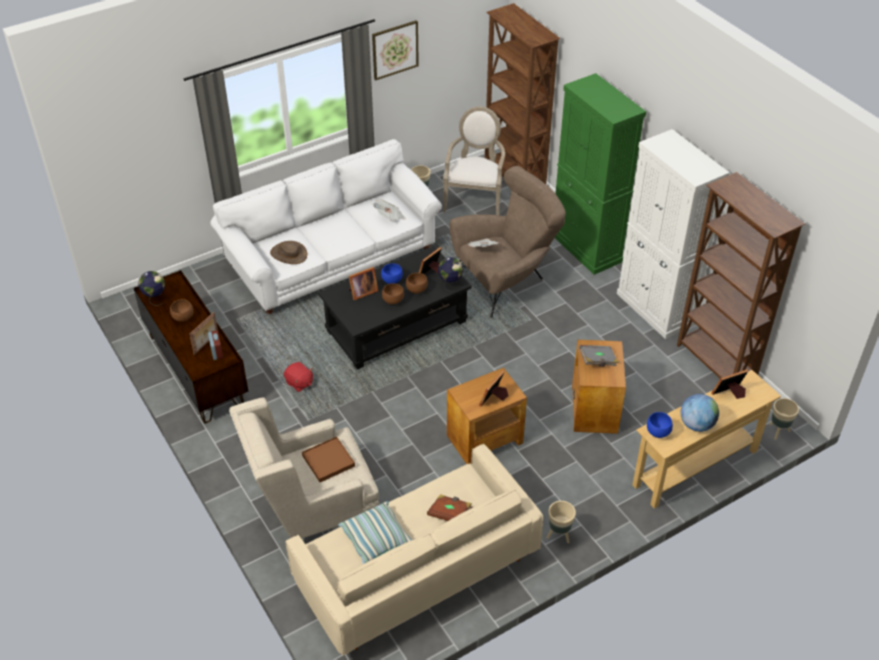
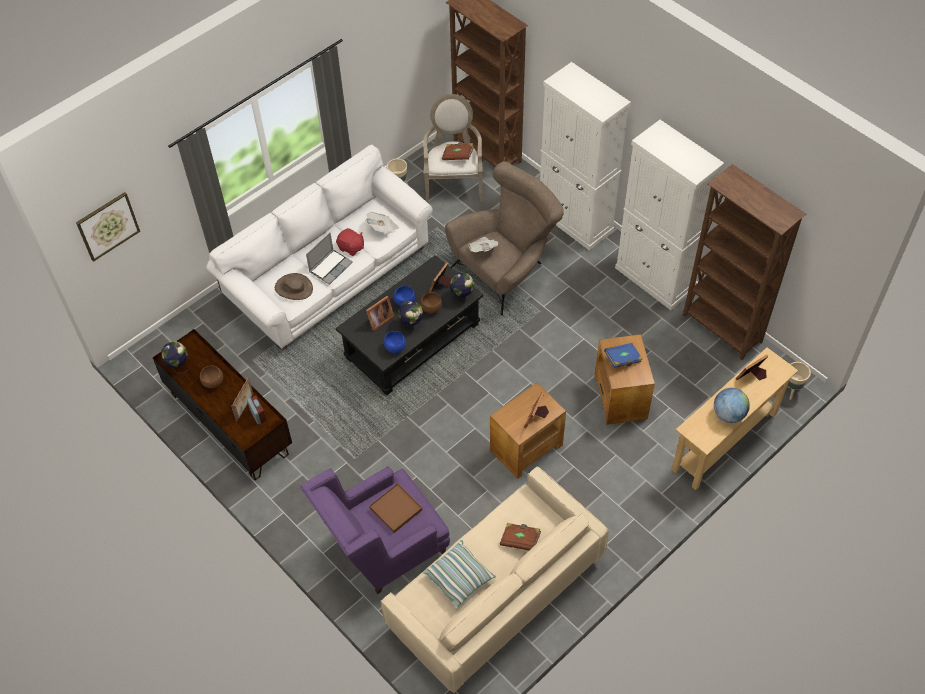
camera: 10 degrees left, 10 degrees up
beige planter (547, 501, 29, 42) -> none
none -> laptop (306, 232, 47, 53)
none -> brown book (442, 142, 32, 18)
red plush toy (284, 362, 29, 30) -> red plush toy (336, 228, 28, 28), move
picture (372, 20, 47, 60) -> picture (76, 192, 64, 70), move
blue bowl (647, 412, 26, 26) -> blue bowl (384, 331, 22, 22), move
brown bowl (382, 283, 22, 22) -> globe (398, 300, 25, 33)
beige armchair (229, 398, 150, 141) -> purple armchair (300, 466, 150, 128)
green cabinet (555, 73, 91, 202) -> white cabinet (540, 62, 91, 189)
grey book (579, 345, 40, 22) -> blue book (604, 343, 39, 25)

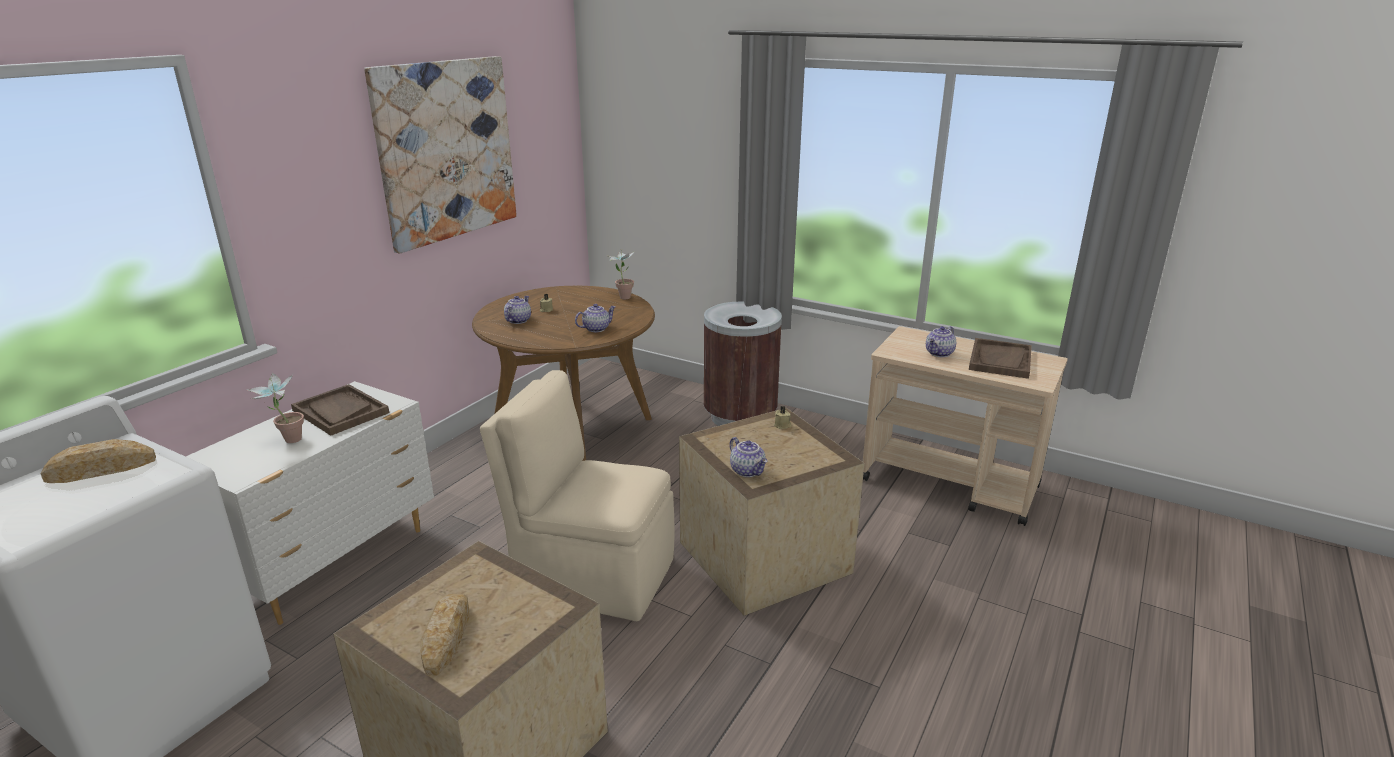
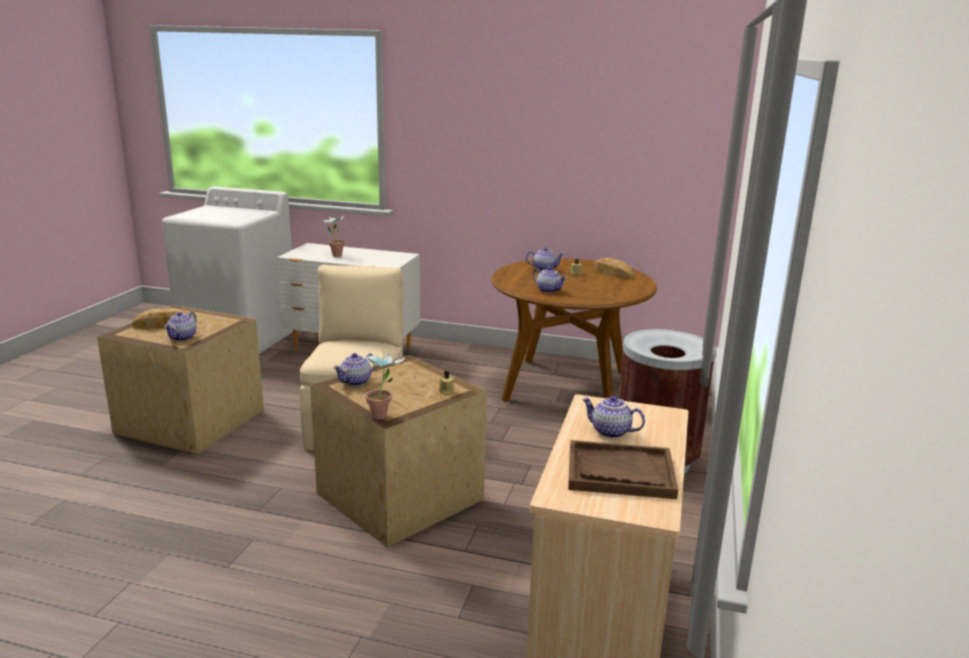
camera: 75 degrees right, 5 degrees down
brown tray (291, 384, 98, 52) -> none
picture (364, 56, 153, 198) -> none
none -> teapot (164, 311, 33, 30)
bread (41, 439, 115, 44) -> bread (594, 258, 40, 21), move
potted plant (607, 250, 29, 49) -> potted plant (365, 351, 40, 69), move

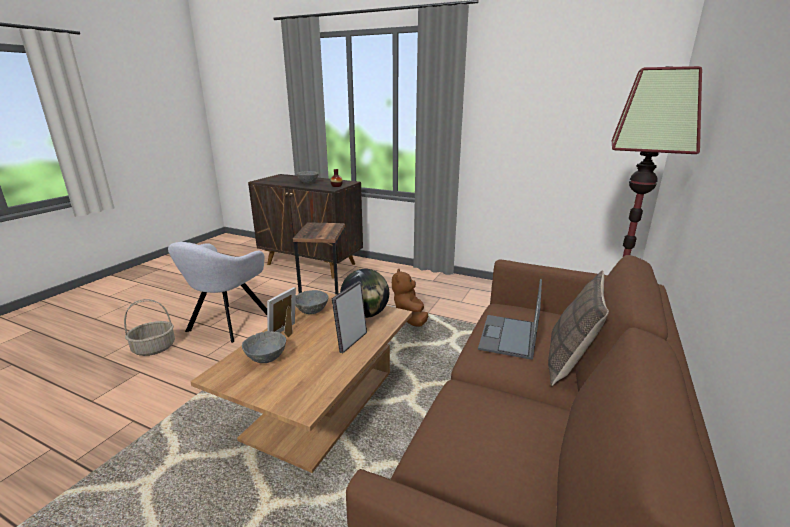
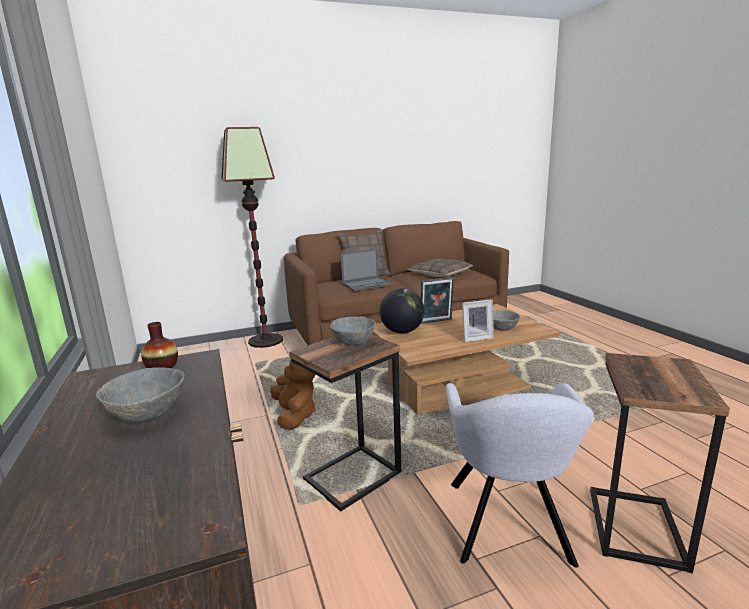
camera: 135 degrees left, 5 degrees down
none -> pillow (407, 259, 66, 18)
grey bowl (295, 290, 34, 24) -> grey bowl (330, 316, 46, 30), move
basket (124, 299, 51, 57) -> side table (590, 353, 140, 220)
grey armchair (168, 242, 99, 101) -> grey armchair (446, 383, 148, 185), 120 degrees clockwise
brown plush toy (392, 269, 36, 58) -> brown plush toy (271, 359, 45, 71), 60 degrees counterclockwise

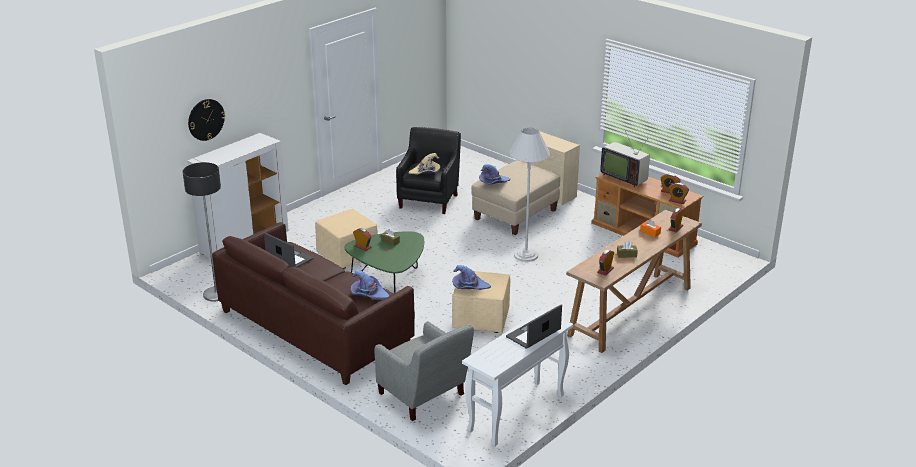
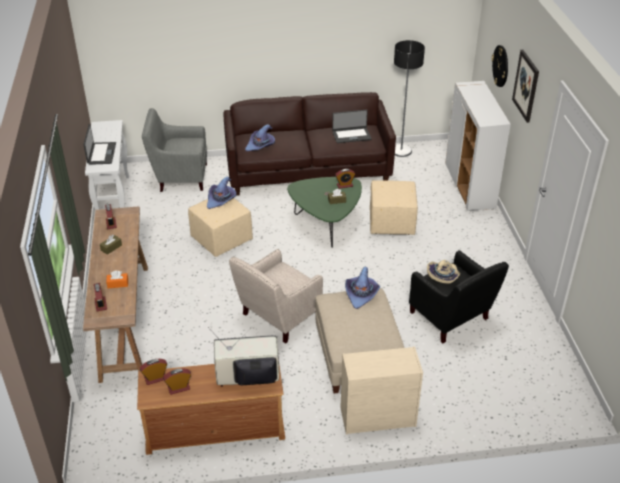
camera: 130 degrees right, 10 degrees up
none -> picture (512, 50, 27, 73)
white floor lamp (509, 128, 41, 134) -> beige armchair (229, 249, 94, 95)

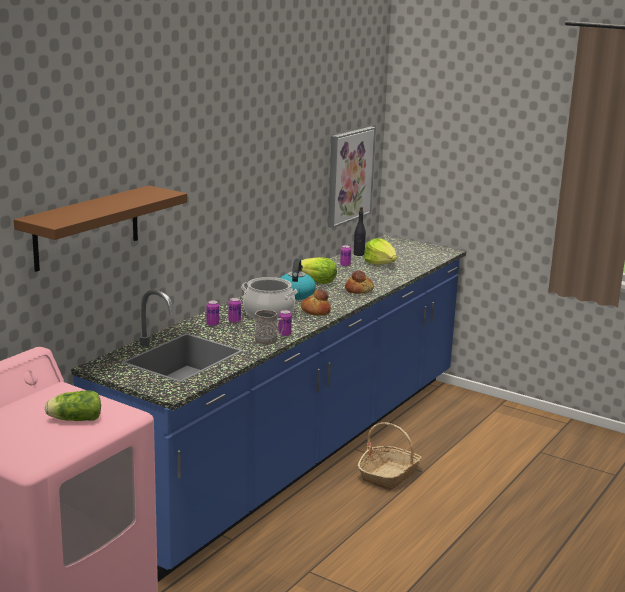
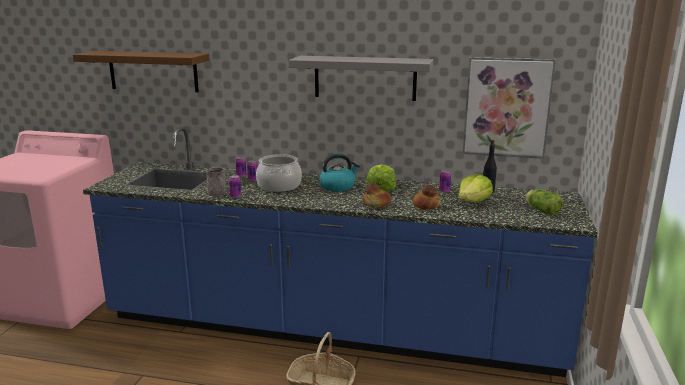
camera: 70 degrees right, 0 degrees up
none -> grey shelf (288, 56, 146, 45)
lettuce (45, 390, 56, 31) -> lettuce (525, 190, 38, 26), move
bread (301, 290, 30, 26) -> bread (413, 185, 28, 25), move

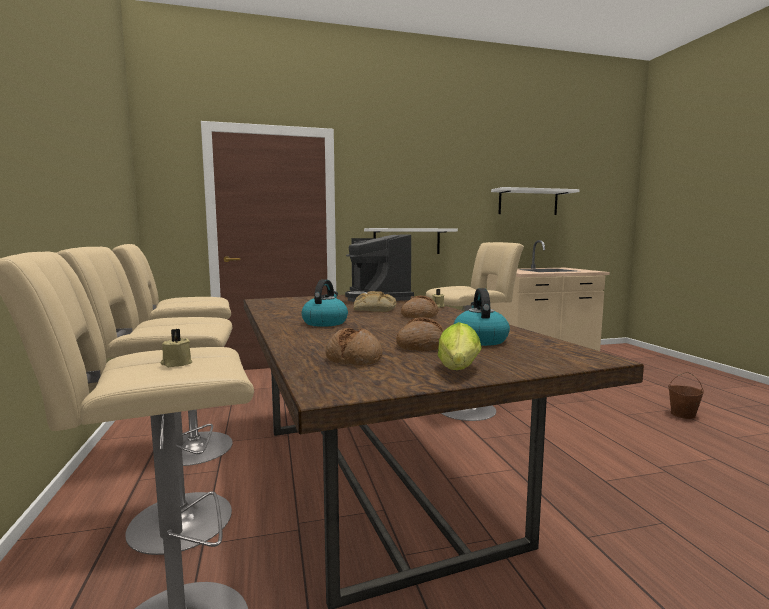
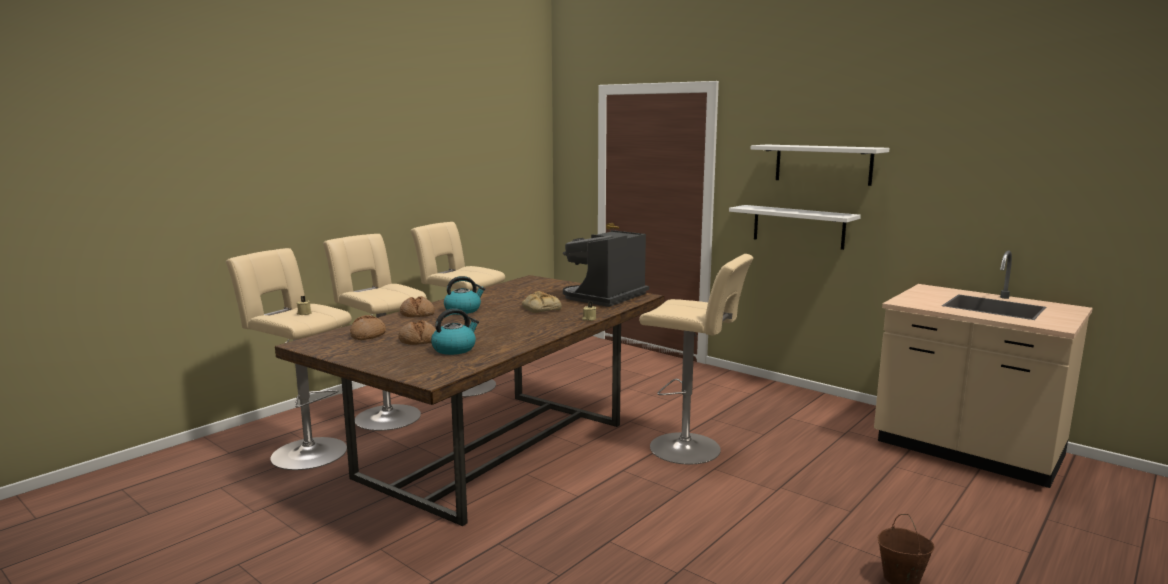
camera: 55 degrees right, 5 degrees up
lettuce (438, 322, 44, 48) -> none
bread (401, 295, 37, 23) -> bread (400, 296, 35, 21), move
white shelf (491, 187, 89, 28) -> white shelf (751, 145, 138, 41), move

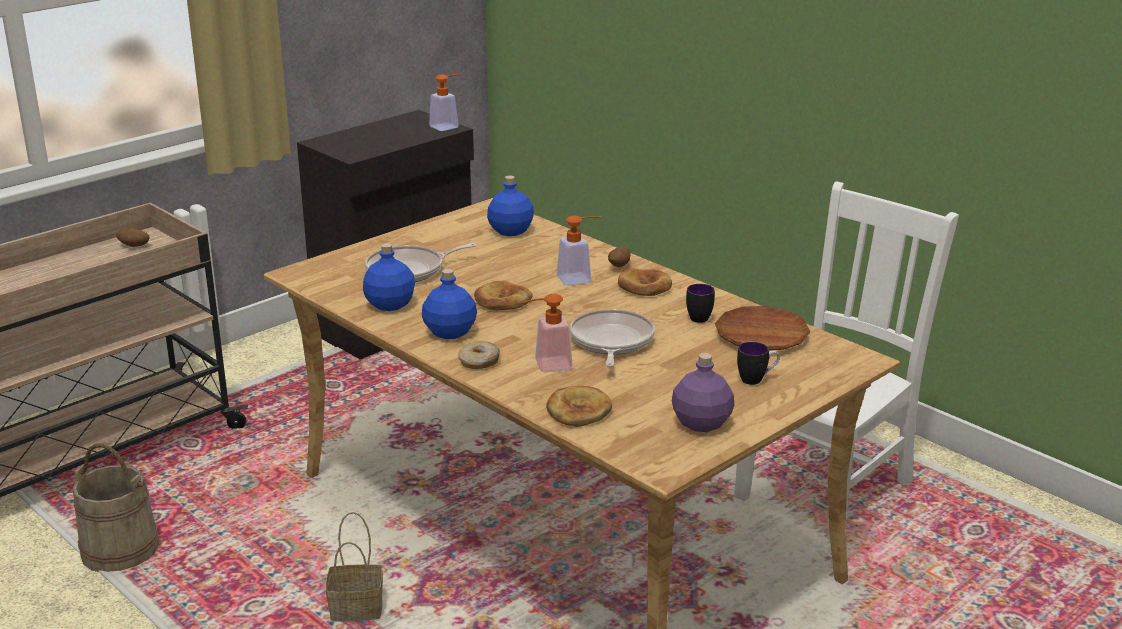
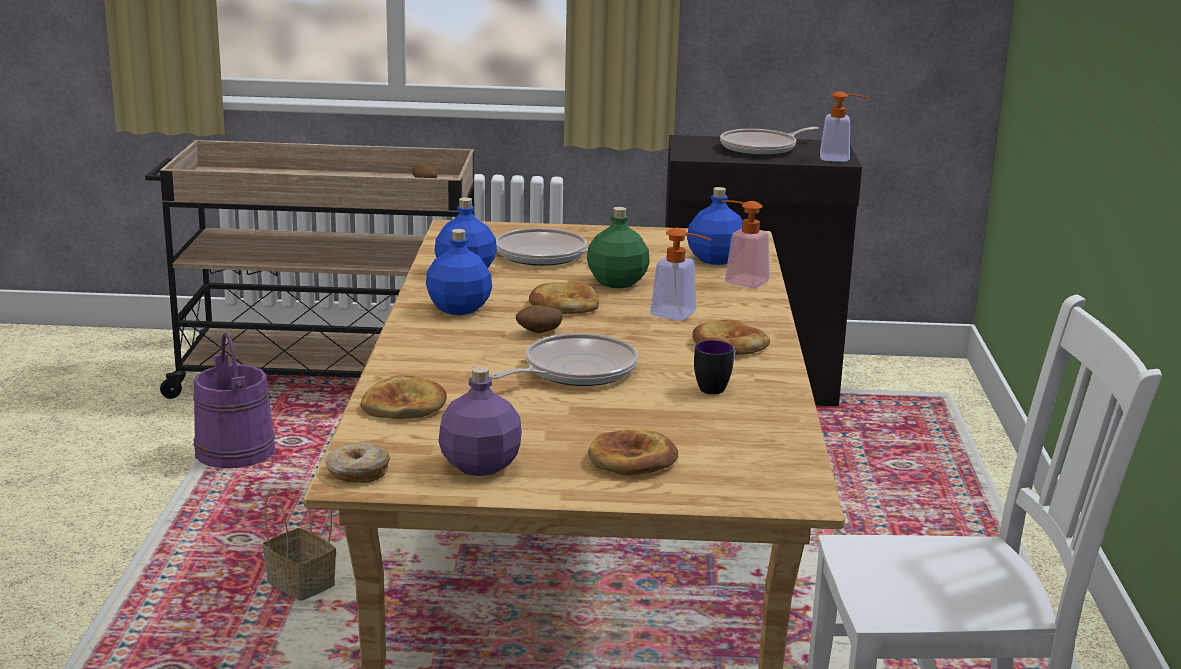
camera: 45 degrees right, 5 degrees down
brown plate (715, 306, 95, 44) -> none
none -> green bottle (587, 207, 63, 81)
none -> frying pan (720, 127, 99, 29)
donut (459, 341, 41, 28) -> donut (326, 443, 64, 40), move
soap dispenser (522, 294, 51, 78) -> soap dispenser (721, 200, 49, 89), move
potato (608, 246, 22, 21) -> potato (516, 305, 47, 28), move
mug (737, 342, 43, 43) -> bread (588, 429, 90, 47)
beige bucket (72, 443, 87, 129) -> purple bucket (193, 332, 82, 136)

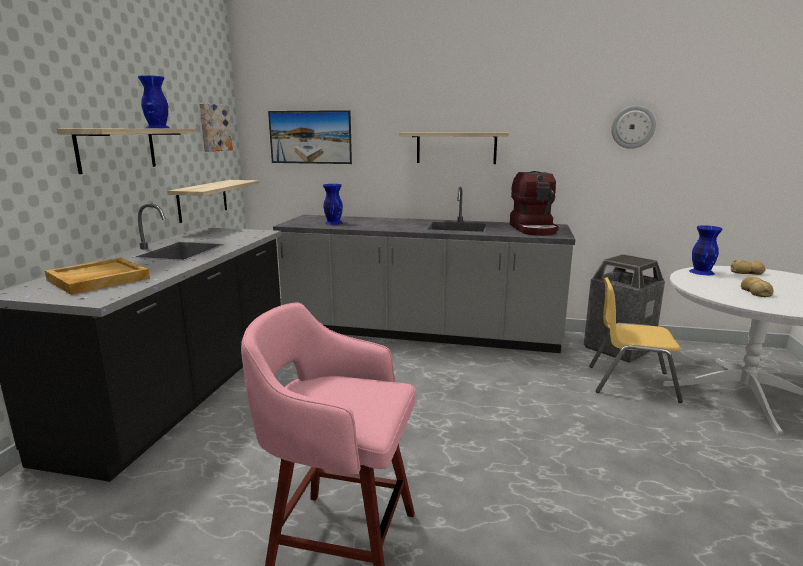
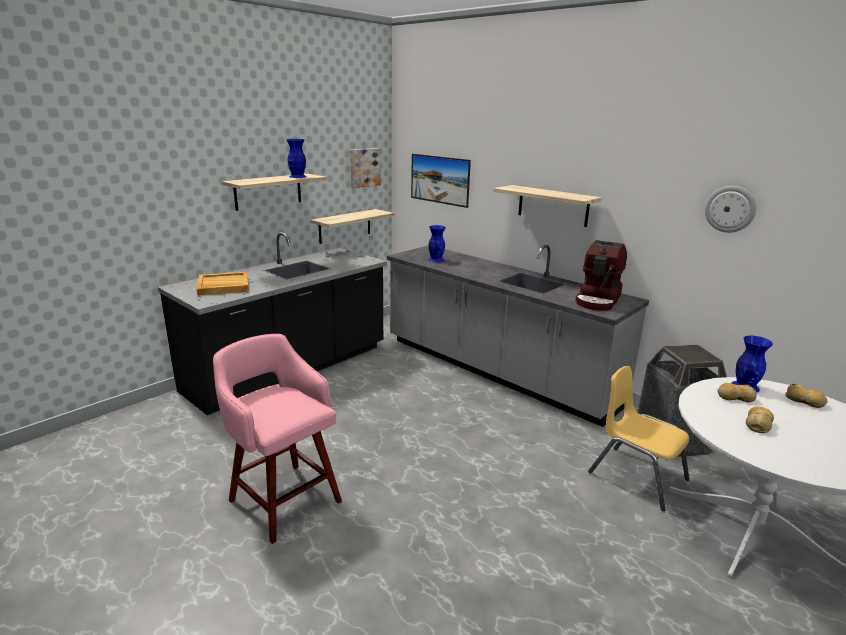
camera: 30 degrees right, 5 degrees up
none -> bread (718, 383, 39, 19)

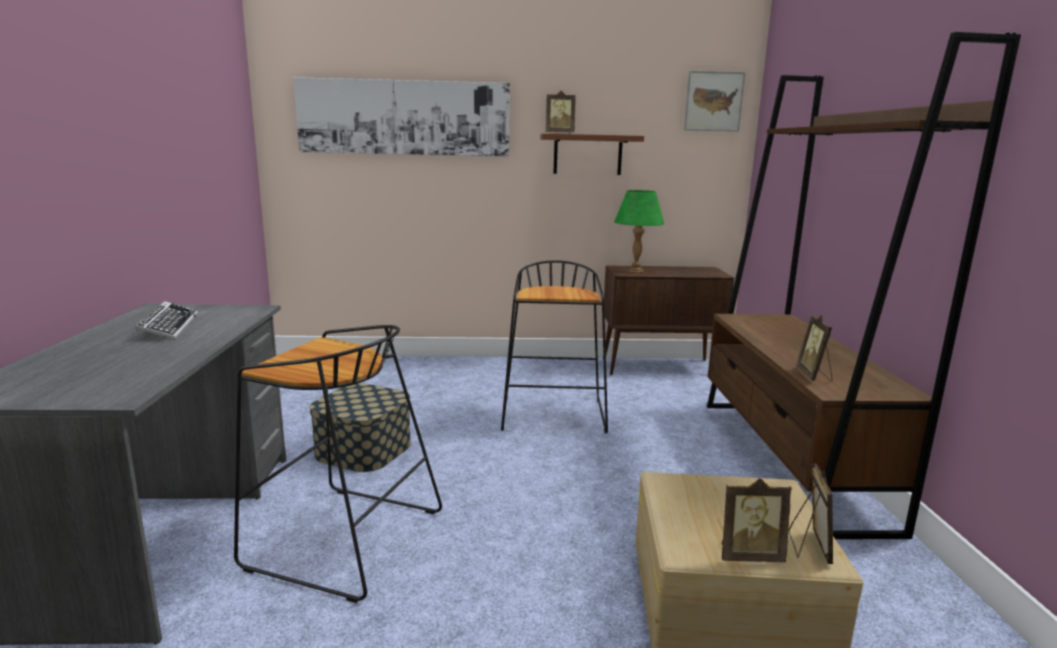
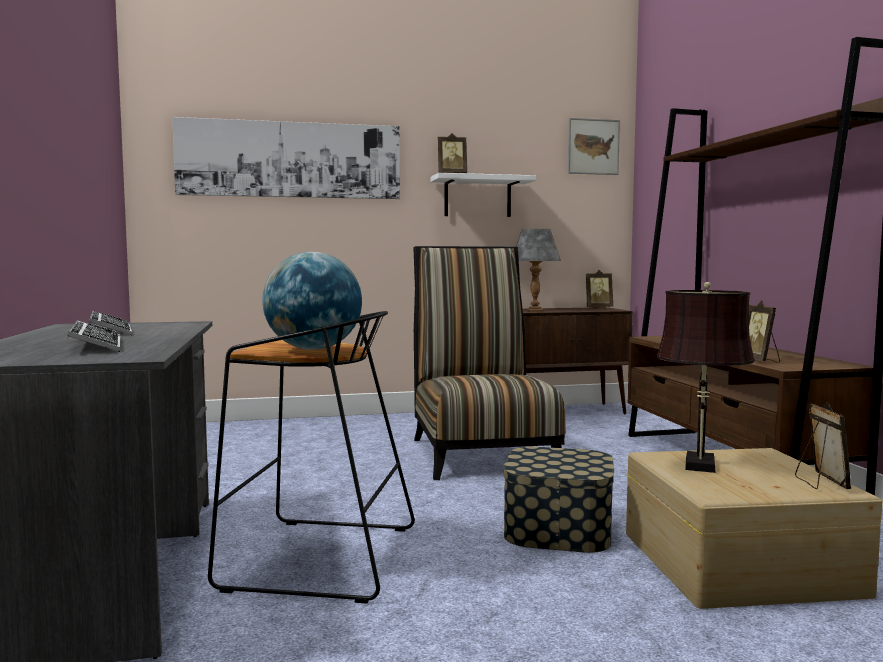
camera: 10 degrees left, 10 degrees down
none -> keyboard (66, 321, 54, 31)
none -> globe (262, 252, 100, 98)
none -> brown table lamp (656, 282, 99, 191)
storage box (309, 384, 102, 88) -> storage box (503, 447, 111, 106), move
picture frame (721, 478, 71, 84) -> picture frame (586, 270, 27, 38), move
black stool (501, 260, 107, 174) -> chair (413, 246, 153, 234)
brown shelf (540, 133, 104, 42) -> white shelf (430, 173, 106, 44)
green table lamp (614, 190, 50, 83) -> grey table lamp (516, 229, 45, 82)

